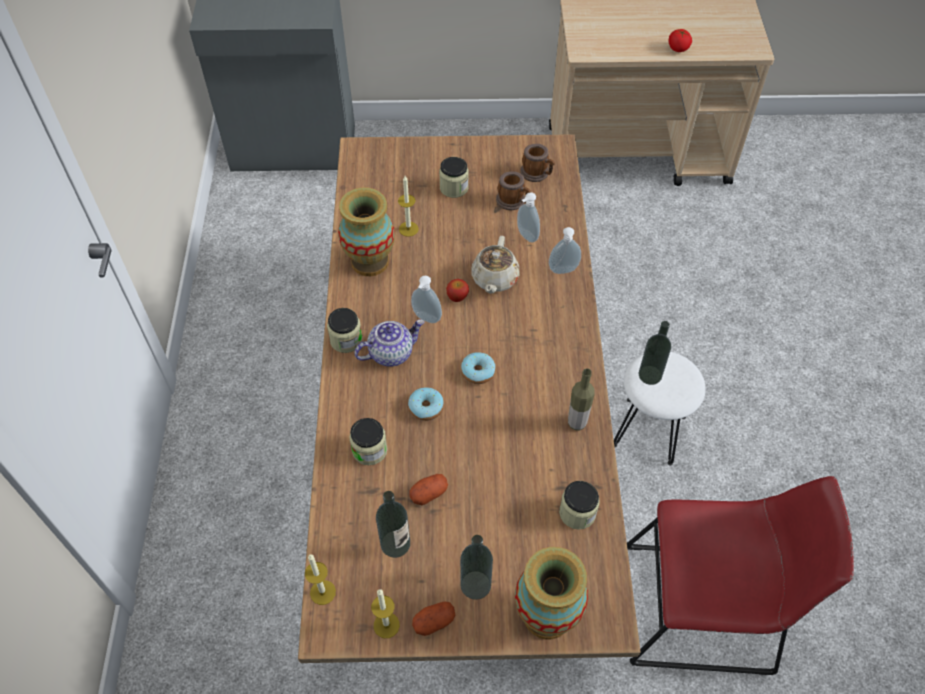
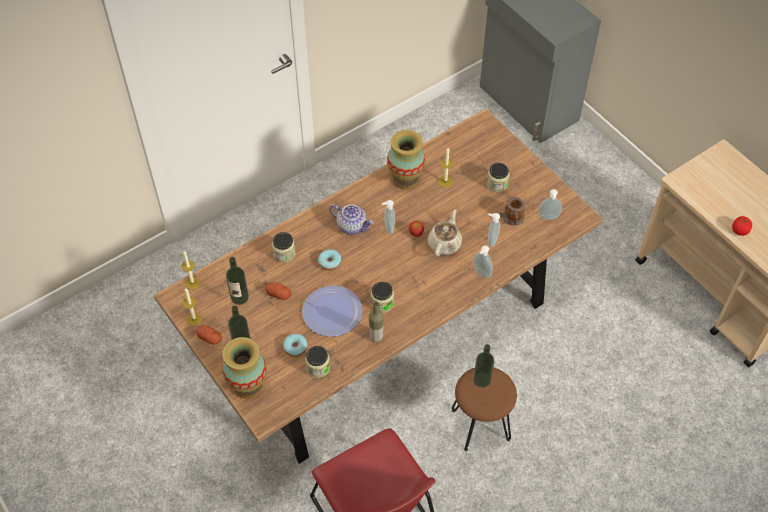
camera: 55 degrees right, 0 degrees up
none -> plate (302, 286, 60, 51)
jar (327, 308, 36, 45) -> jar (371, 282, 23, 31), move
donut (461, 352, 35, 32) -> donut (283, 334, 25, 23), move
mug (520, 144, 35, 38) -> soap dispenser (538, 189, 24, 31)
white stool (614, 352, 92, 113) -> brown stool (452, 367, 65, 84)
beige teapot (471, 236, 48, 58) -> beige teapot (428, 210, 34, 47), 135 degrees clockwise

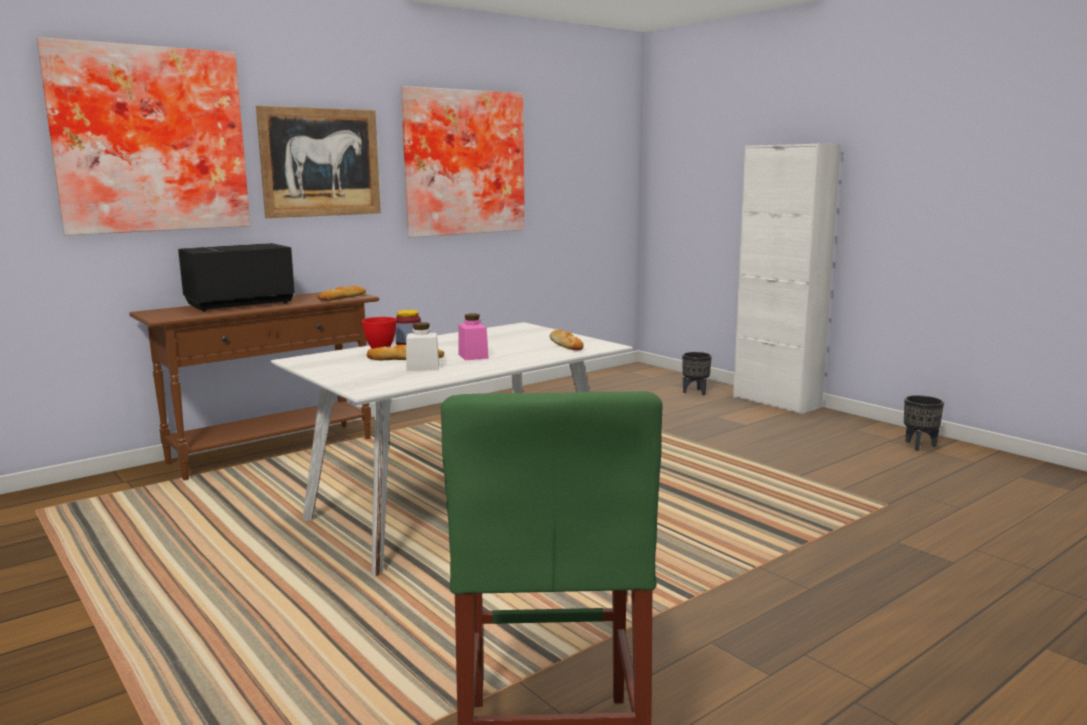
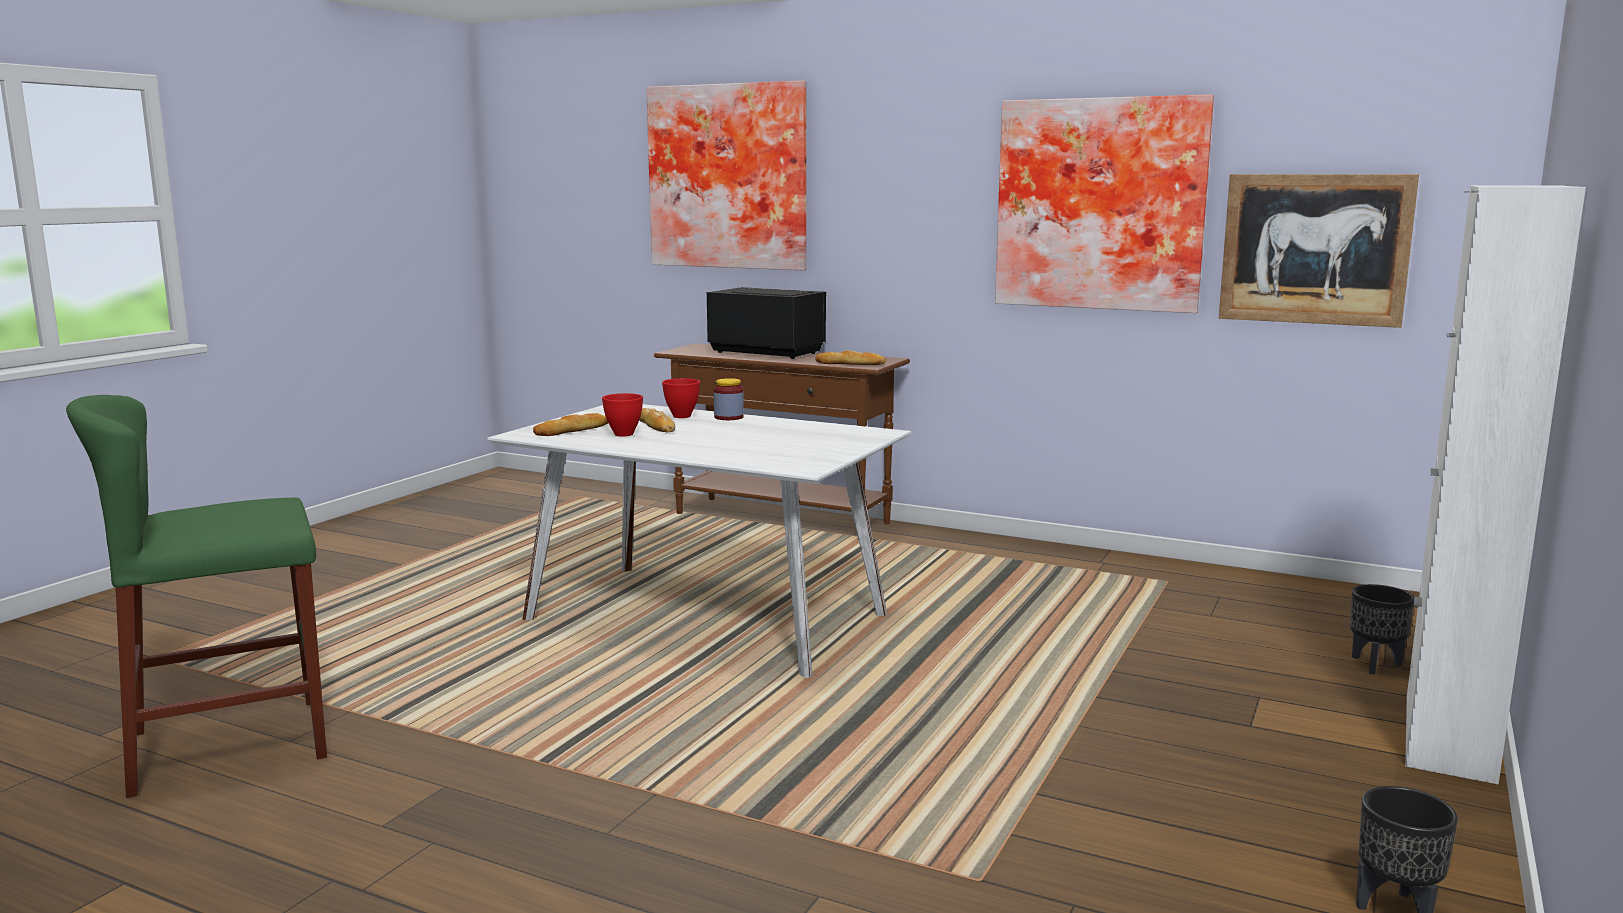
camera: 65 degrees right, 0 degrees up
pink jar (458, 314, 31, 46) -> none
picture (256, 106, 125, 112) -> picture (1219, 174, 200, 154), move
bread (550, 329, 34, 21) -> bread (533, 413, 75, 23), move
white jar (406, 322, 33, 49) -> red bowl (602, 393, 41, 44)

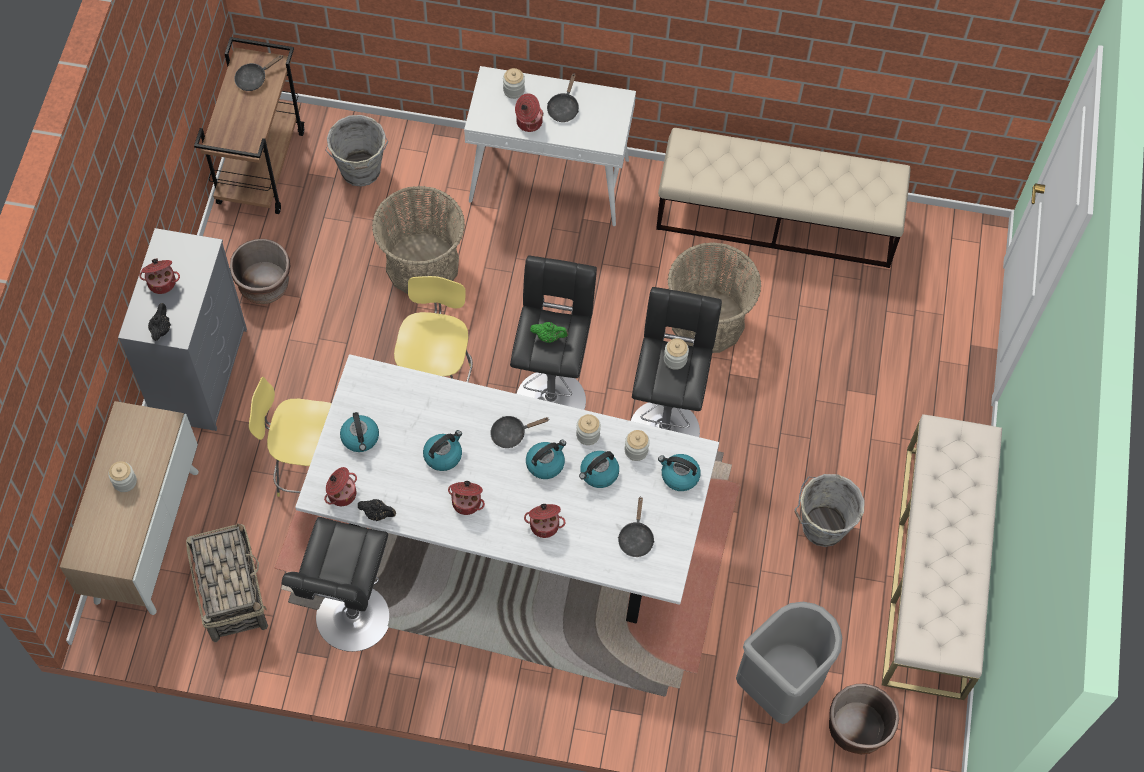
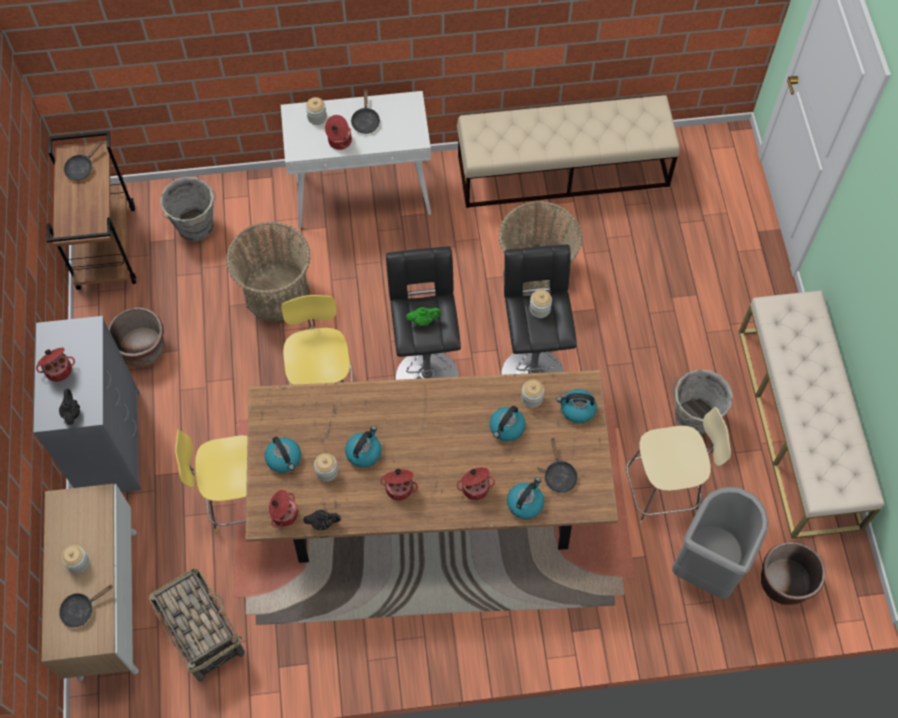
camera: 15 degrees left, 0 degrees up
black stool (282, 517, 107, 135) -> none
none -> beige stool (625, 407, 106, 117)
black frying pan (490, 416, 60, 32) -> black frying pan (59, 585, 54, 43), move
kettle (526, 440, 40, 39) -> kettle (507, 477, 37, 42), move
jar (576, 414, 25, 31) -> jar (314, 453, 24, 29), move
white dining table (295, 354, 424, 270) -> brown dining table (246, 370, 372, 193)

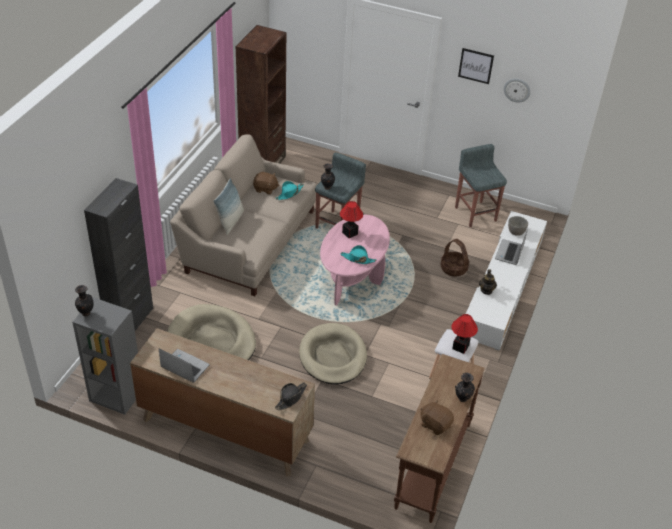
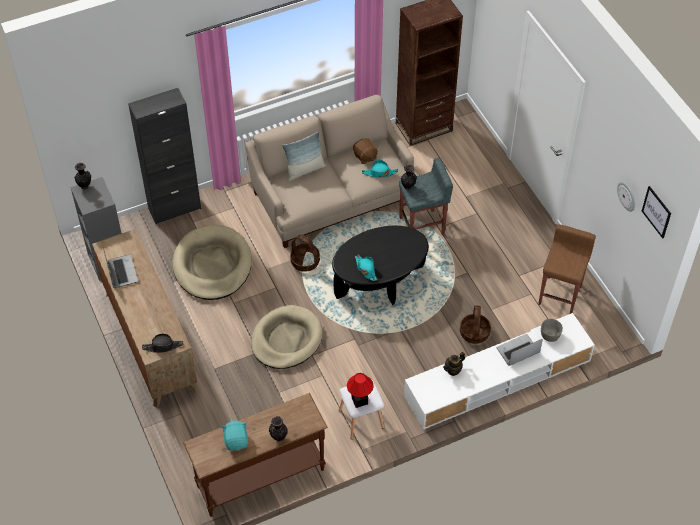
camera: 45 degrees right, 10 degrees up
table lamp (340, 201, 23, 37) -> none
none -> basket (290, 235, 30, 37)
picture (458, 48, 36, 36) -> picture (642, 186, 29, 53), move
pink coffee table (320, 214, 70, 92) -> black coffee table (332, 226, 97, 79)
brown plush toy (421, 400, 33, 35) -> turquoise plush toy (221, 420, 27, 31)
grey stool (455, 144, 52, 83) -> brown stool (538, 224, 58, 90)

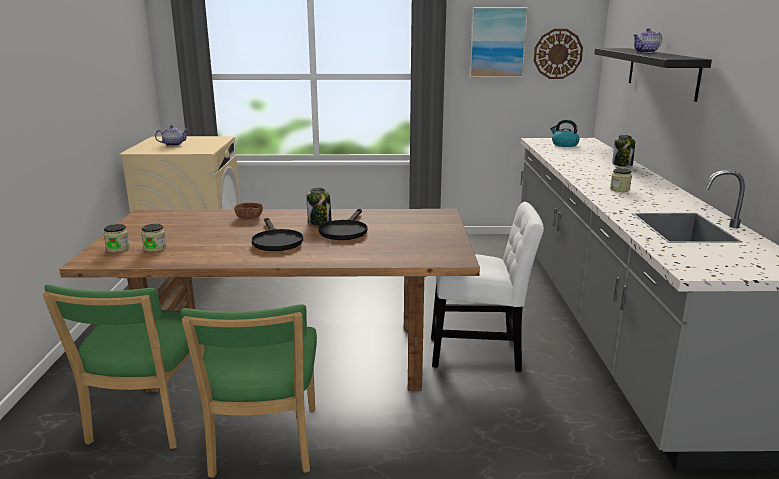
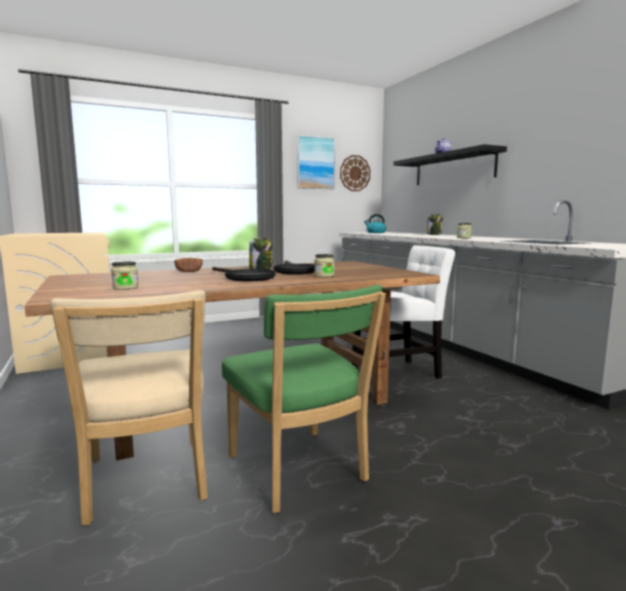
camera: 25 degrees left, 10 degrees down
teapot (155, 125, 34, 21) -> none
jar (104, 224, 26, 29) -> jar (314, 254, 20, 23), move
green chair (42, 284, 164, 165) -> beige chair (50, 290, 158, 235)

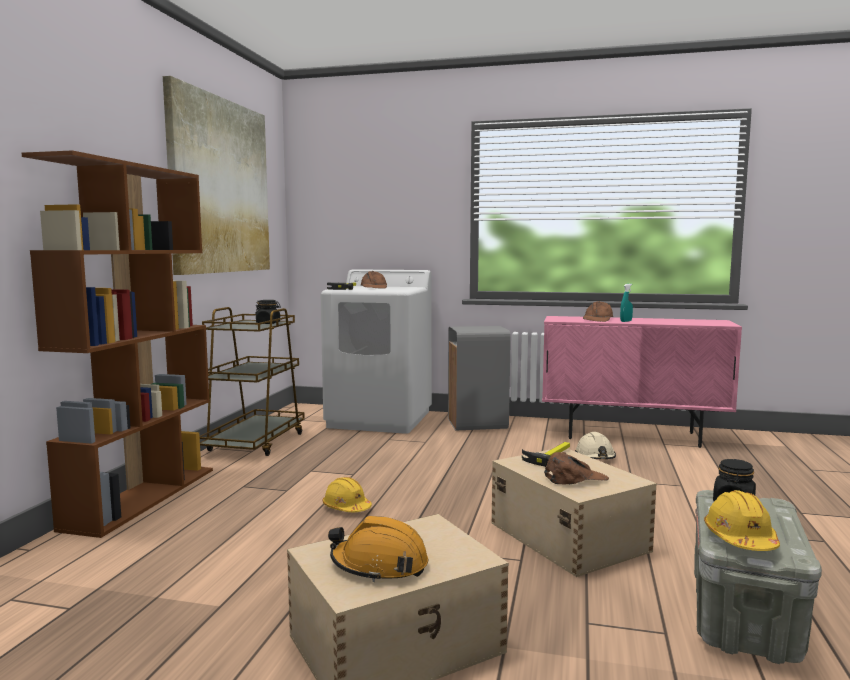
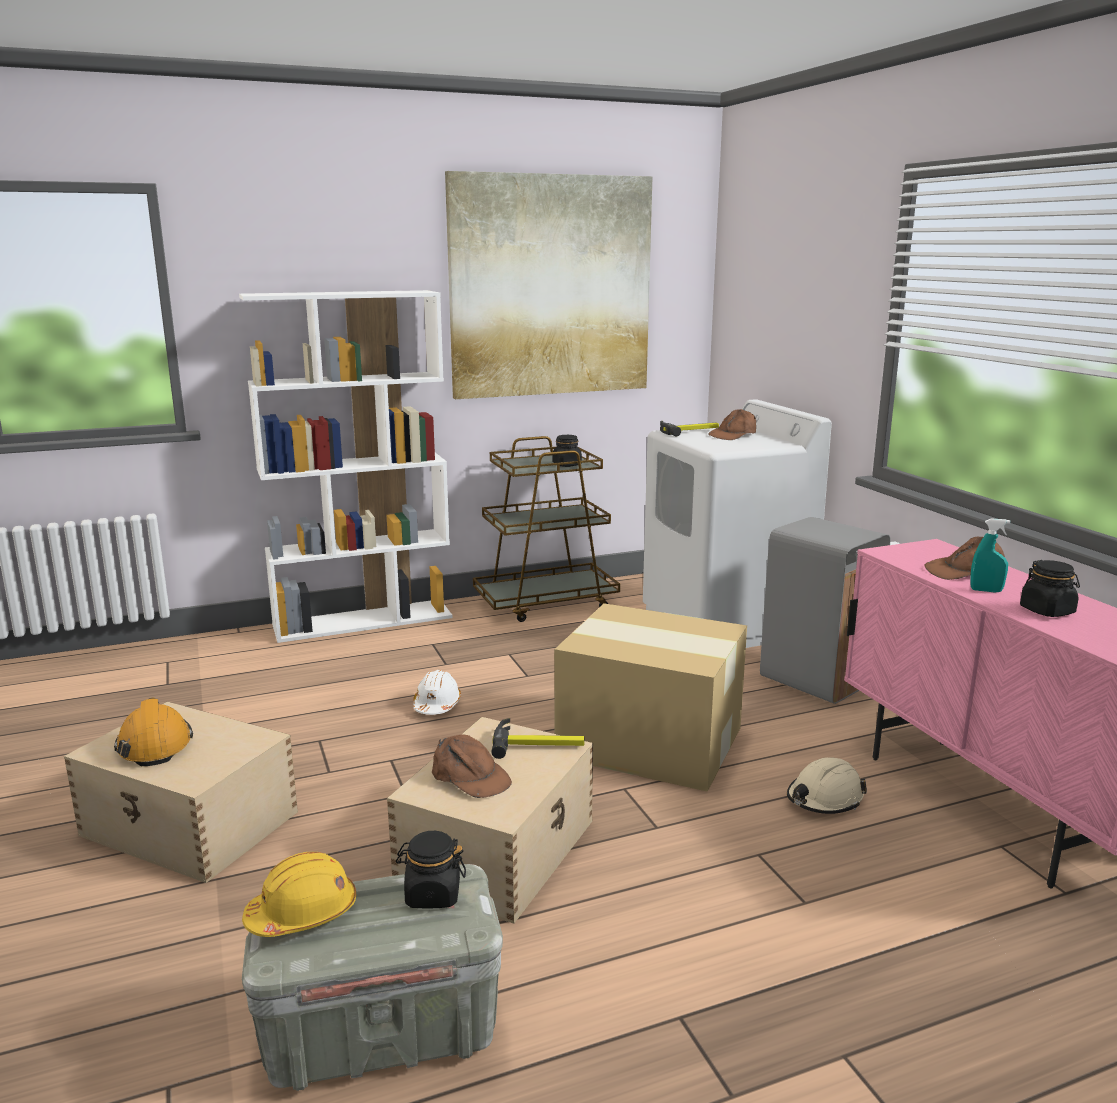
camera: 55 degrees right, 10 degrees up
none -> cardboard box (554, 603, 193, 189)
none -> black jar (1020, 560, 60, 57)
brown bookcase (22, 150, 191, 388) -> white bookcase (239, 290, 214, 353)
yellow hard hat (323, 477, 49, 35) -> white hard hat (413, 670, 48, 45)

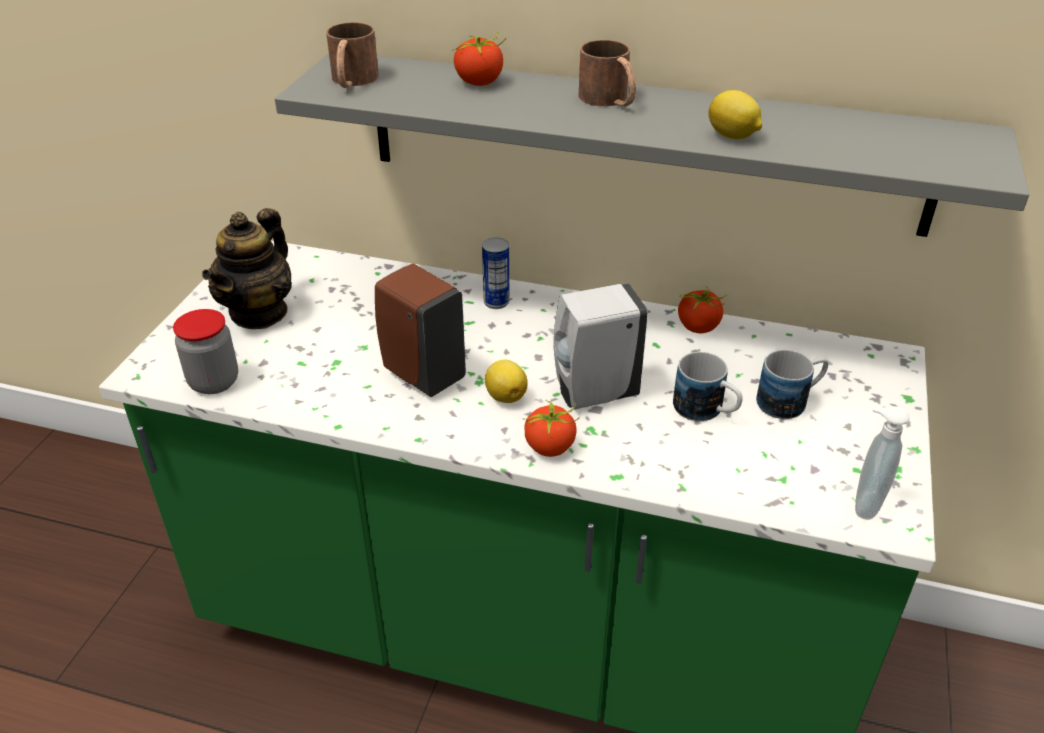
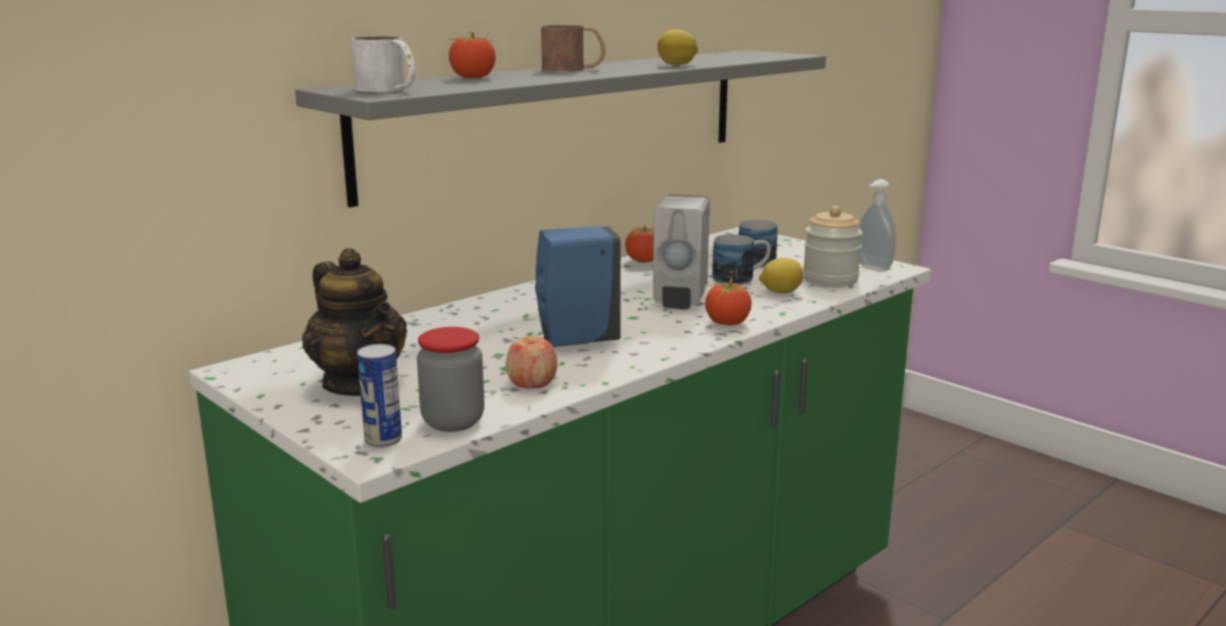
camera: 60 degrees left, 20 degrees down
none -> apple (506, 336, 52, 53)
none -> jar (803, 206, 60, 81)
can (482, 238, 28, 71) -> can (357, 344, 45, 103), move
lemon (485, 359, 43, 44) -> lemon (759, 258, 44, 35), move
brown mug (326, 22, 53, 66) -> white mug (351, 36, 65, 56)
brown soap dispenser (375, 264, 91, 133) -> blue soap dispenser (535, 226, 86, 121)

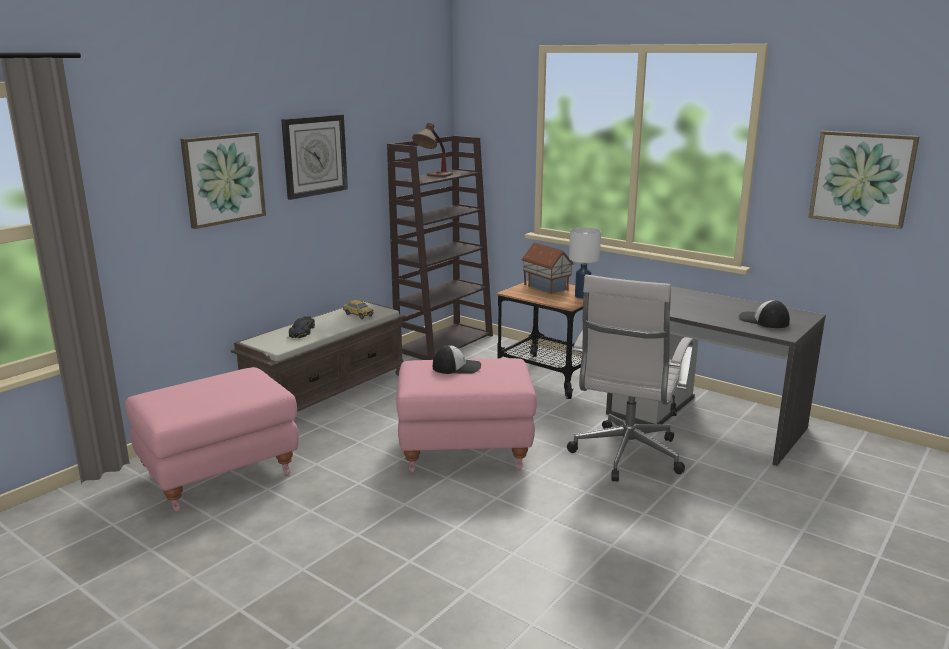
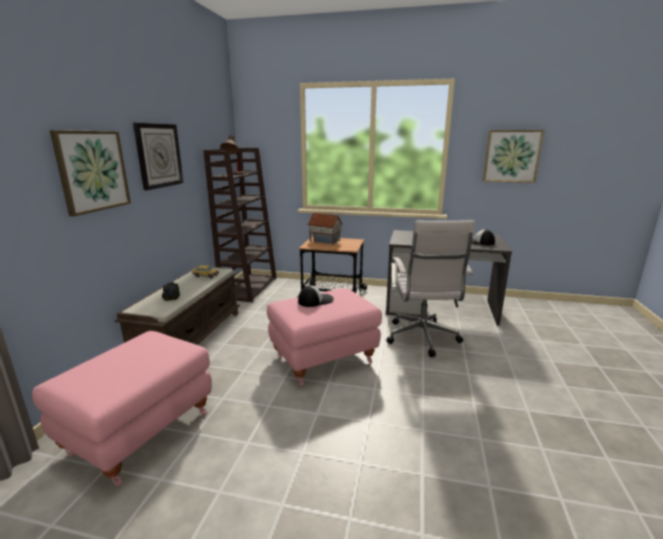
camera: 25 degrees left, 0 degrees up
white table lamp (569, 227, 32, 72) -> none

